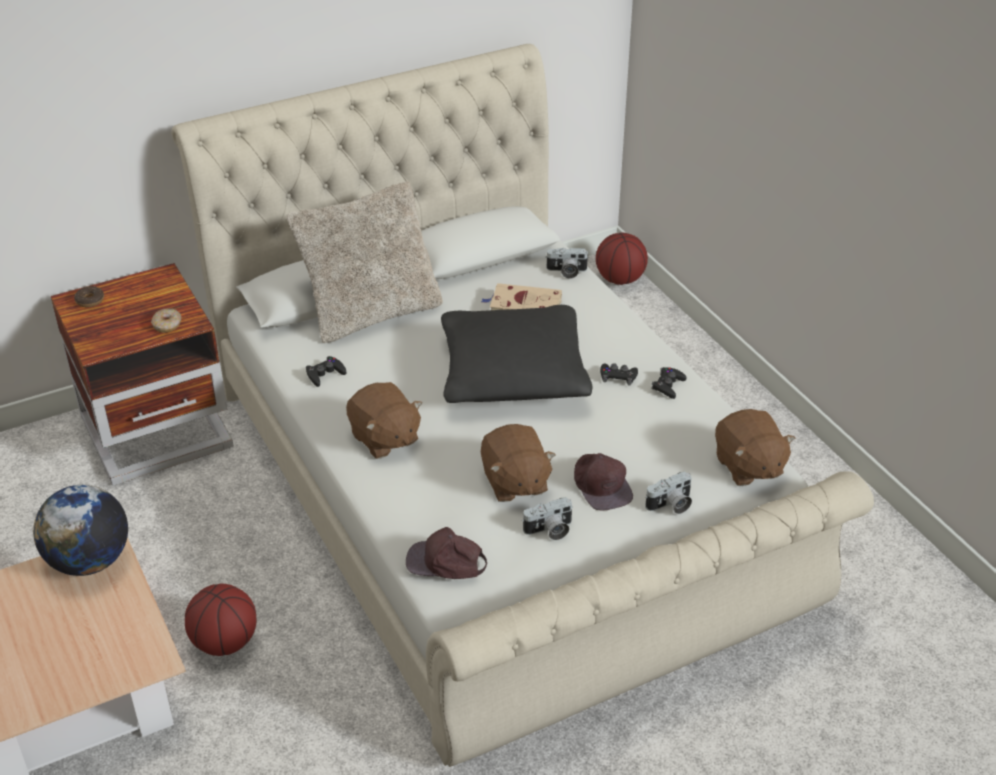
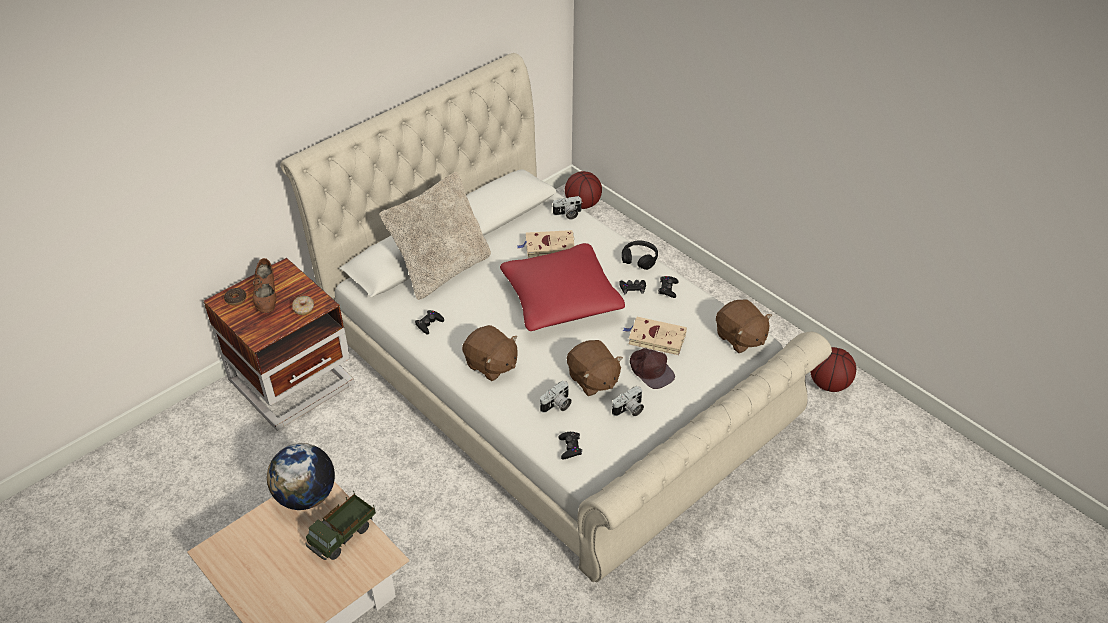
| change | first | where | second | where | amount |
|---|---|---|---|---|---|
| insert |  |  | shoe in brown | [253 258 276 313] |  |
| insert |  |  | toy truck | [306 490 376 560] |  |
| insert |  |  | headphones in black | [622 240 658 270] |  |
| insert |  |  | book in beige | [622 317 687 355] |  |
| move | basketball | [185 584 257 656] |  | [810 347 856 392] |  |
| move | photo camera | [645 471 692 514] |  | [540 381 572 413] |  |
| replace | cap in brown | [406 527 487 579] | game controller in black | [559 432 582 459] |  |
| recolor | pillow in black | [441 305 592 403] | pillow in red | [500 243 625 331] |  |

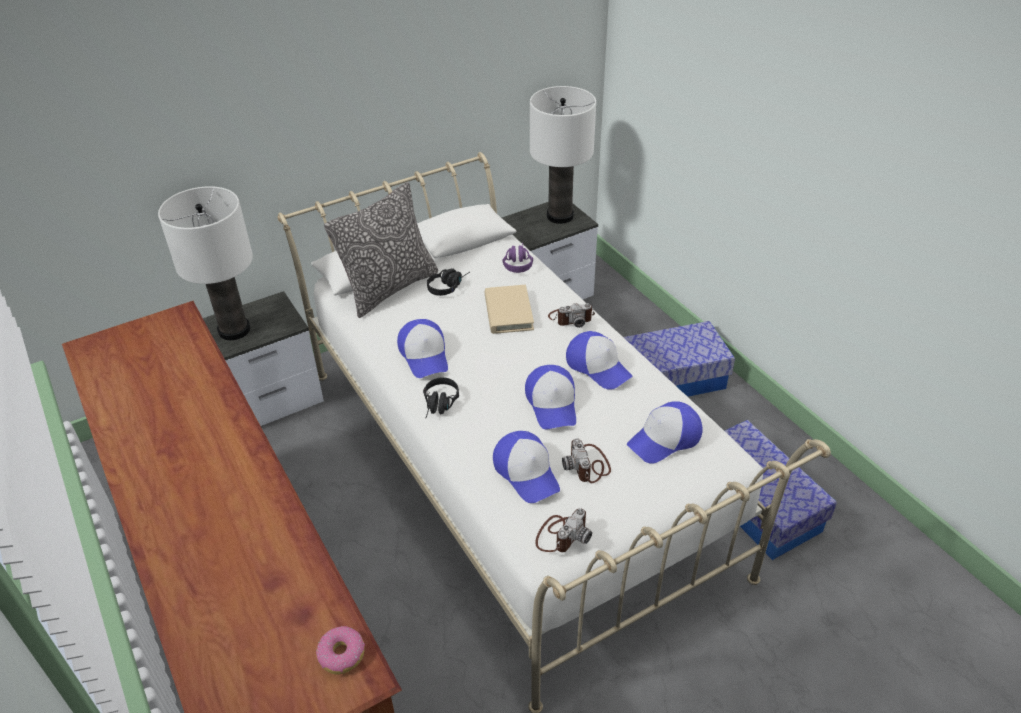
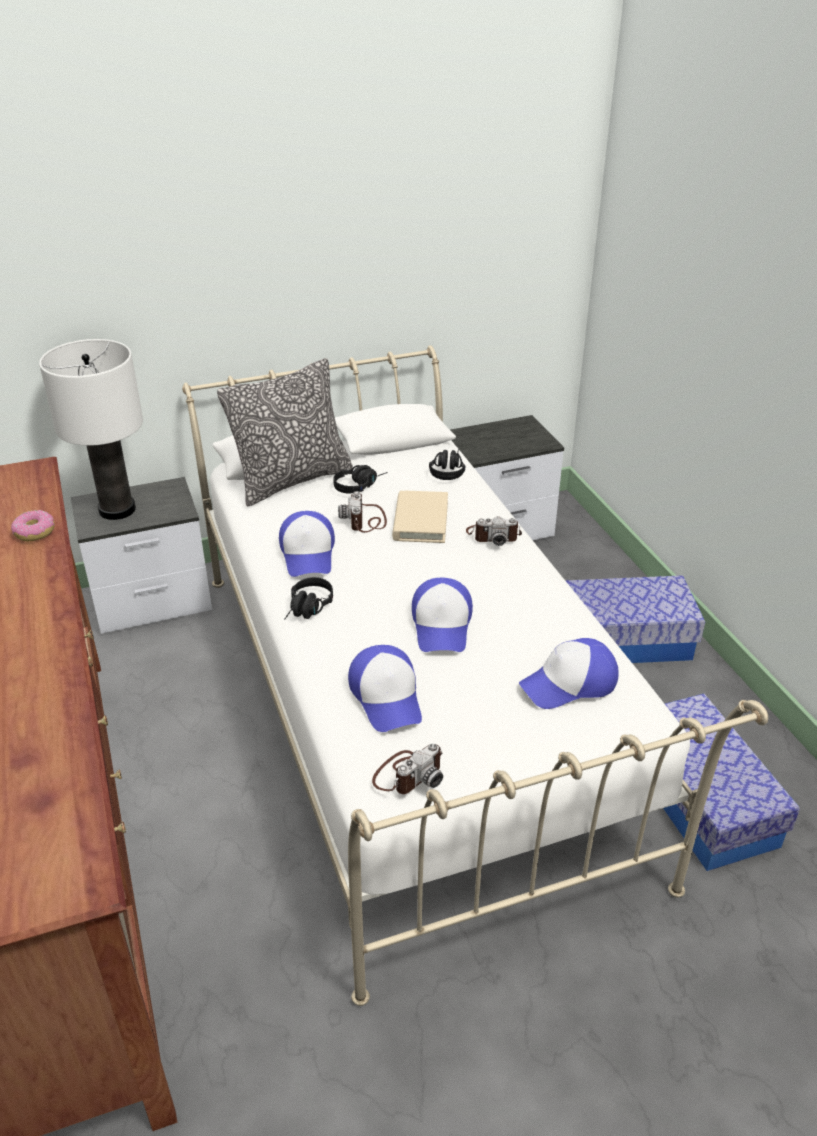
| change | first | where | second | where | amount |
|---|---|---|---|---|---|
| delete | table lamp in white | [530 86 596 224] |  |  |  |
| delete | cap | [566 331 633 390] |  |  |  |
| move | donut | [316 626 365 675] |  | [11 510 55 541] |  |
| move | photo camera | [562 438 611 483] |  | [338 491 387 533] |  |
| recolor | headphones in purple | [503 243 533 273] | headphones in black | [429 449 465 480] |  |

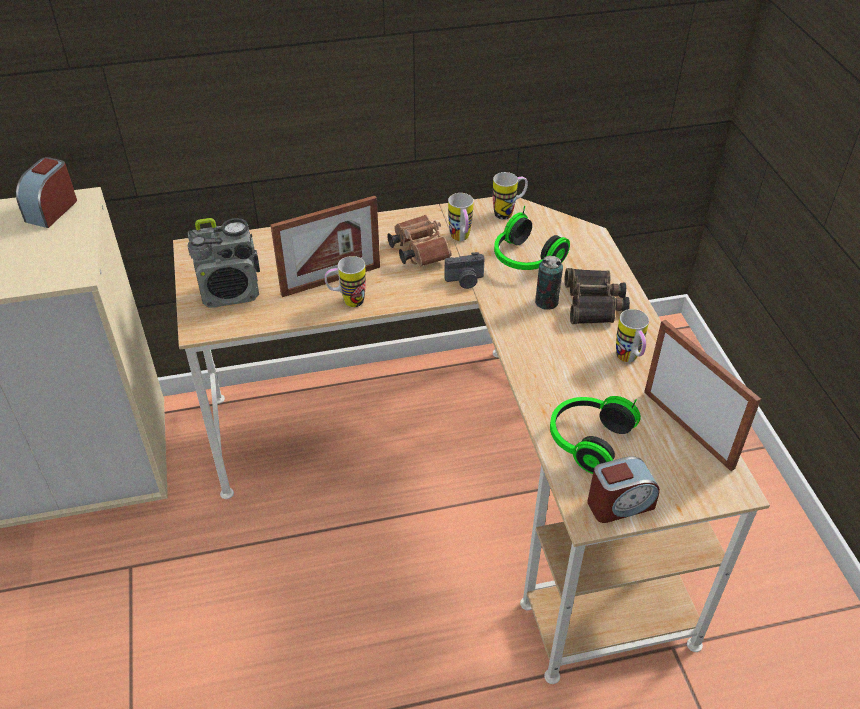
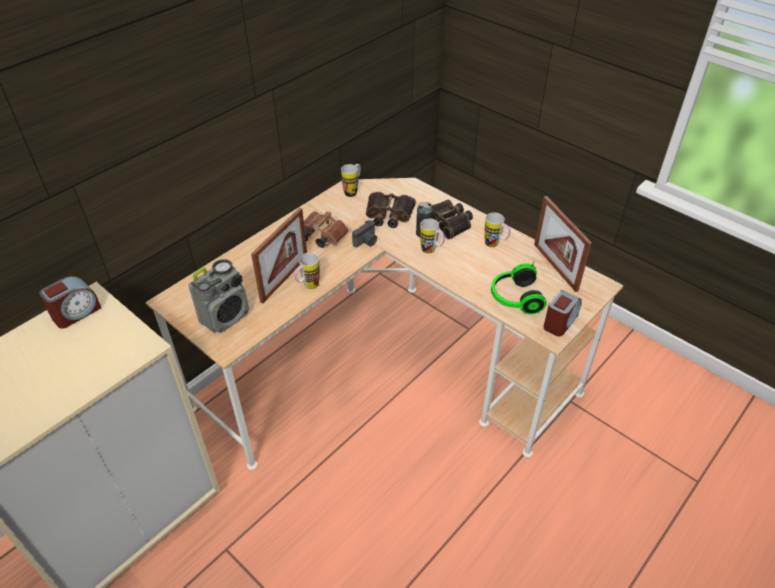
| change | first | where | second | where | amount |
|---|---|---|---|---|---|
| move | mug | [448 193 474 241] |  | [420 218 445 254] |  |
| replace | headphones | [494 206 570 270] | binoculars | [366 192 416 228] |  |
| rotate | alarm clock | [16 157 77 228] |  | [39 276 101 329] | 120 degrees counterclockwise |
| rotate | picture frame | [644 320 761 471] |  | [534 196 592 292] | 135 degrees counterclockwise |

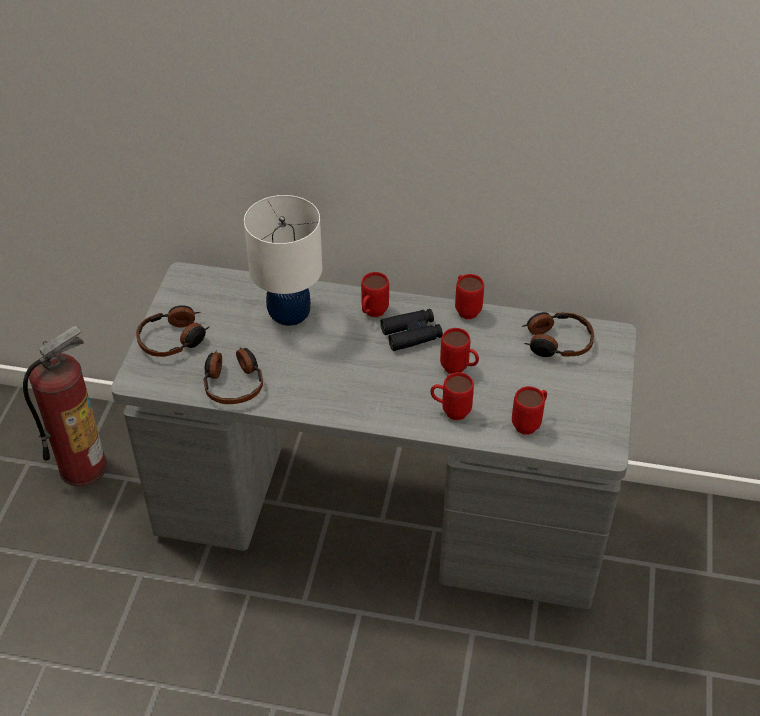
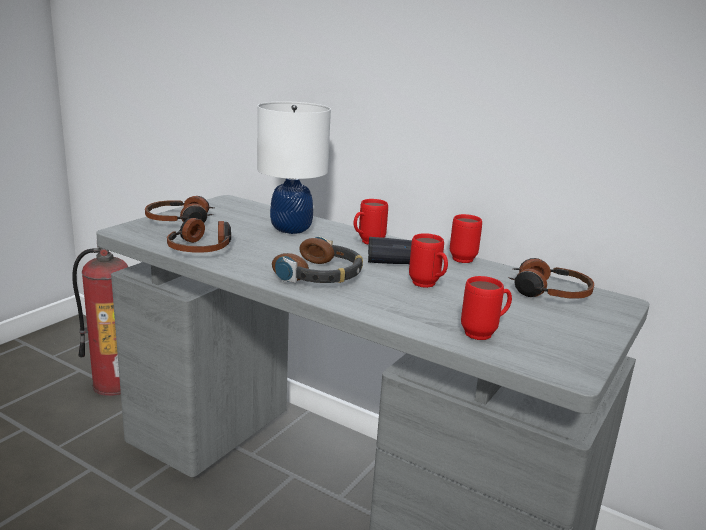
| change | first | where | second | where | amount |
|---|---|---|---|---|---|
| delete | mug in red | [430 372 474 420] |  |  |  |
| insert |  |  | headphones | [272 237 363 283] |  |

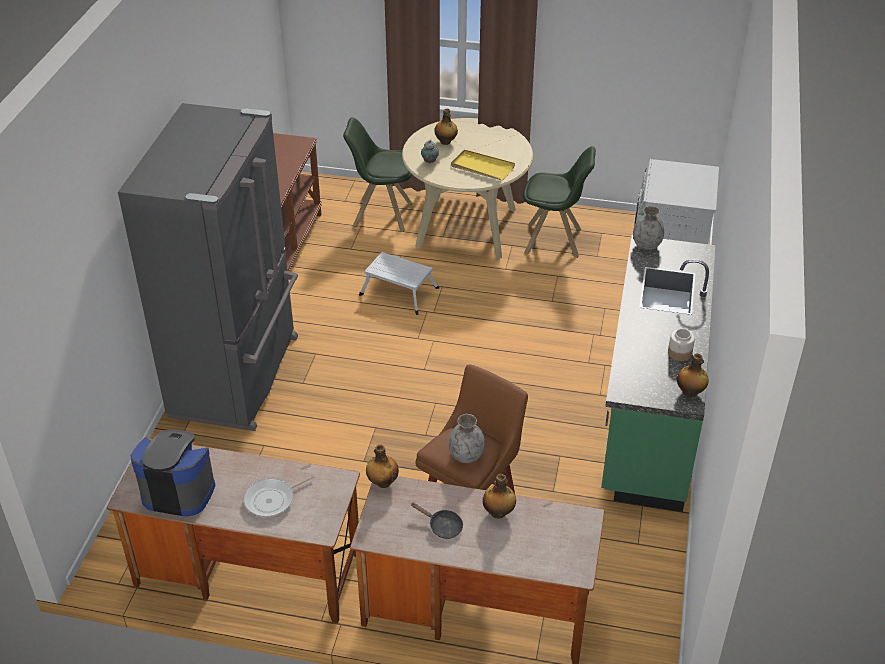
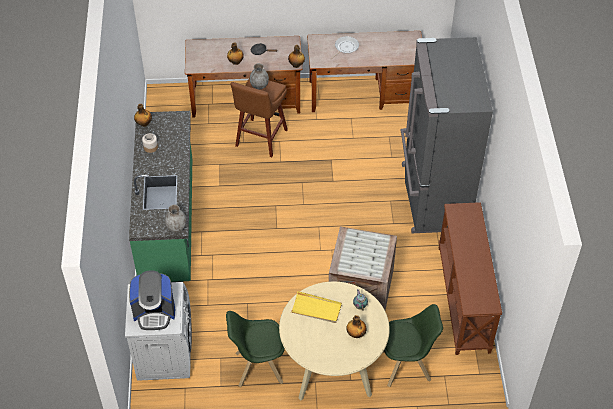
| change | first | where | second | where | amount |
|---|---|---|---|---|---|
| move | coffee machine | [130 430 216 517] |  | [129 270 175 330] |  |
| replace | step ladder in white | [359 252 439 315] | crate | [329 226 397 310] |  |

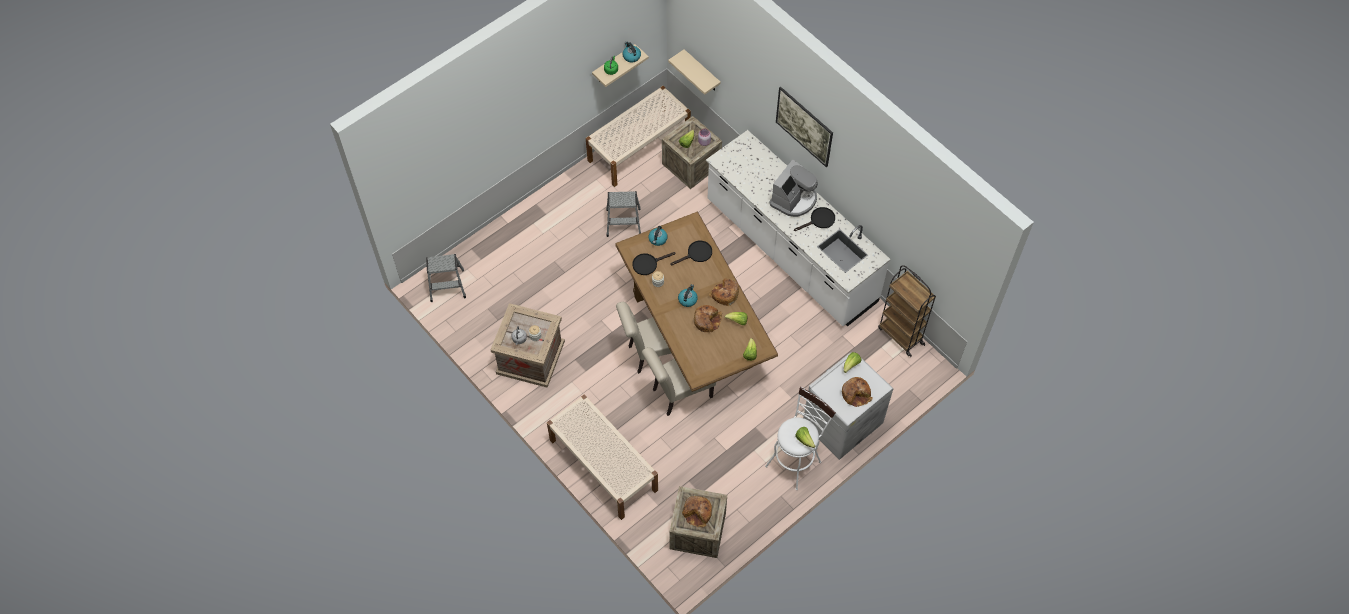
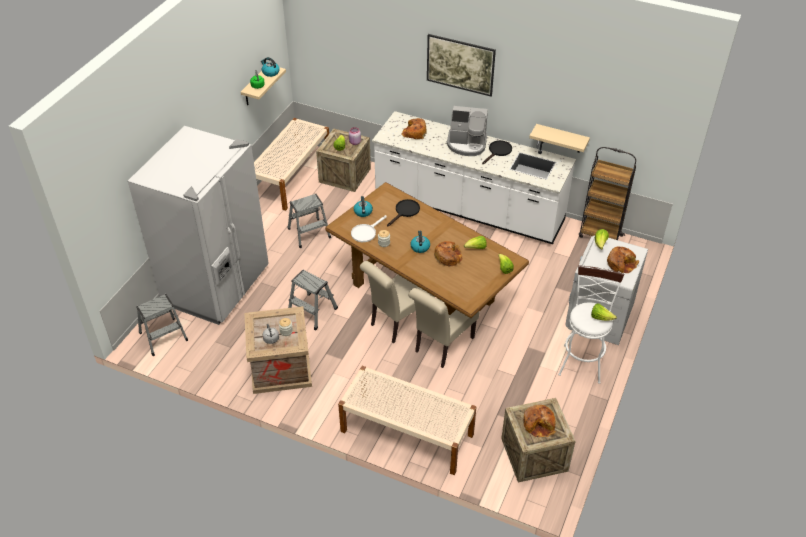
| change | first | where | second | where | amount |
|---|---|---|---|---|---|
| insert |  |  | fridge in white | [128 126 269 325] |  |
| insert |  |  | step ladder in grey | [288 269 338 330] |  |
| move | shelf in beige | [668 49 721 95] |  | [529 124 590 153] |  |
| move | bread | [709 279 739 306] |  | [401 118 427 139] |  |
| recolor | frying pan in black | [632 252 676 275] | frying pan in white | [351 215 386 242] |  |
| rotate | coffee machine | [769 159 818 217] |  | [447 106 488 156] | 90 degrees clockwise |

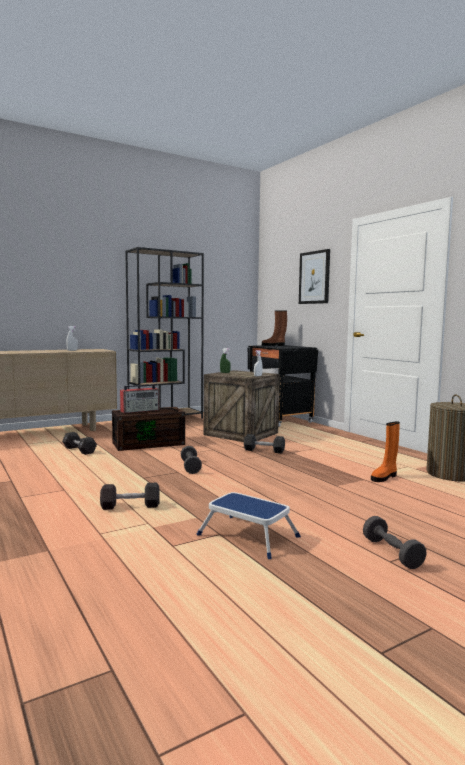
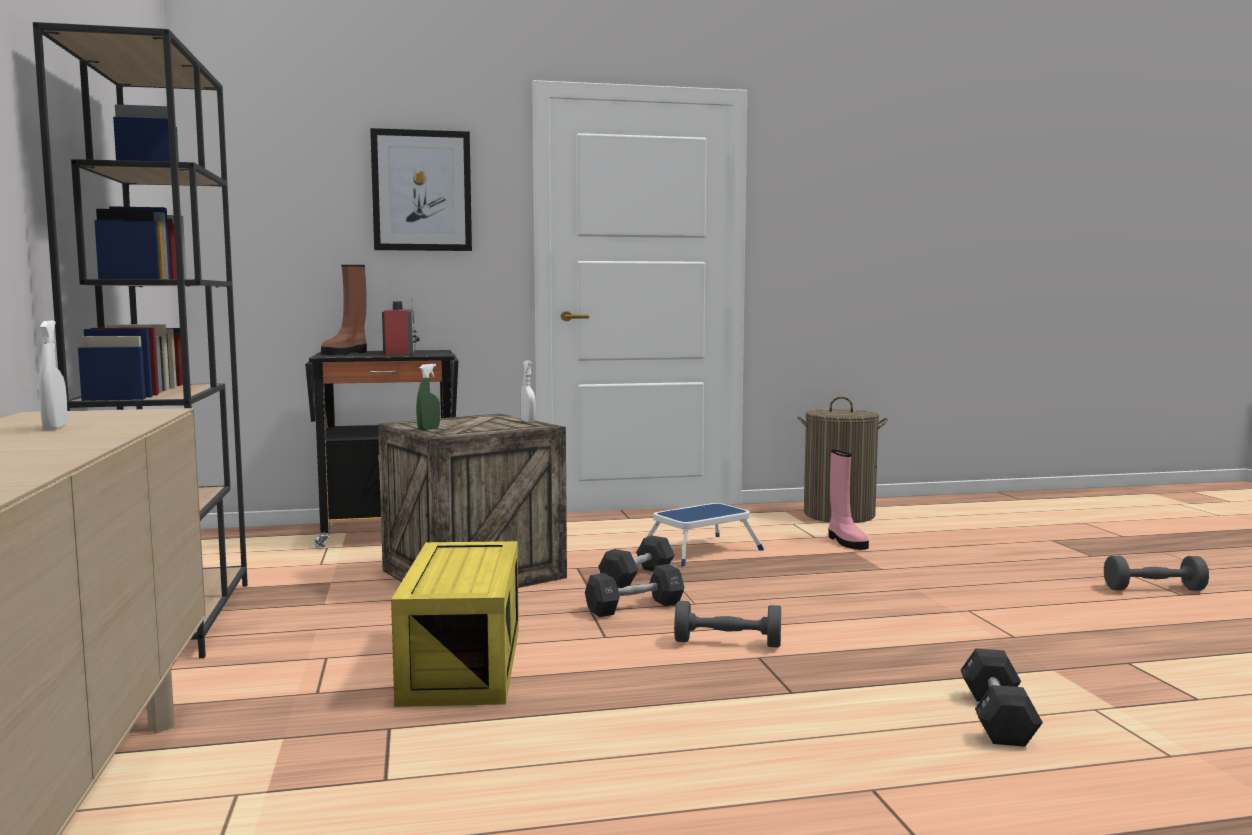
| change | first | where | second | where | amount |
|---|---|---|---|---|---|
| move | dumbbell in black | [62 432 97 455] |  | [585 564 684 617] |  |
| move | radio | [120 383 159 413] |  | [382 298 420 355] |  |
| move | step ladder in blue | [197 492 301 559] |  | [647 503 764 566] |  |
| recolor | storage box in brown | [112 407 185 451] | storage box in yellow | [391 541 519 707] |  |
| recolor | boot in orange | [371 421 400 482] | boot in pink | [829 450 869 550] |  |

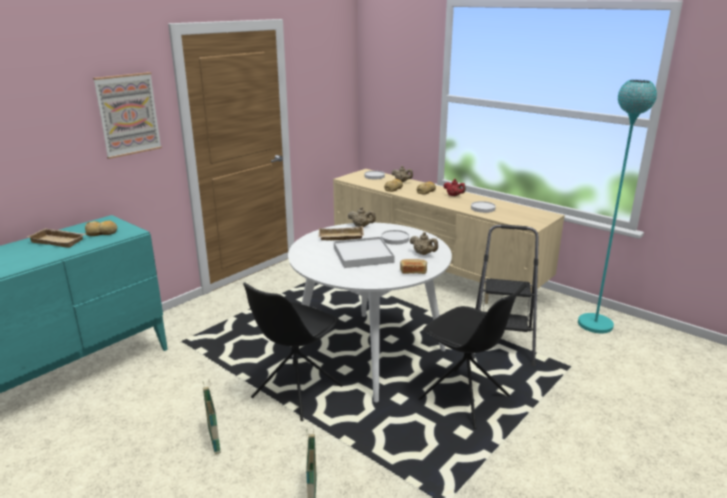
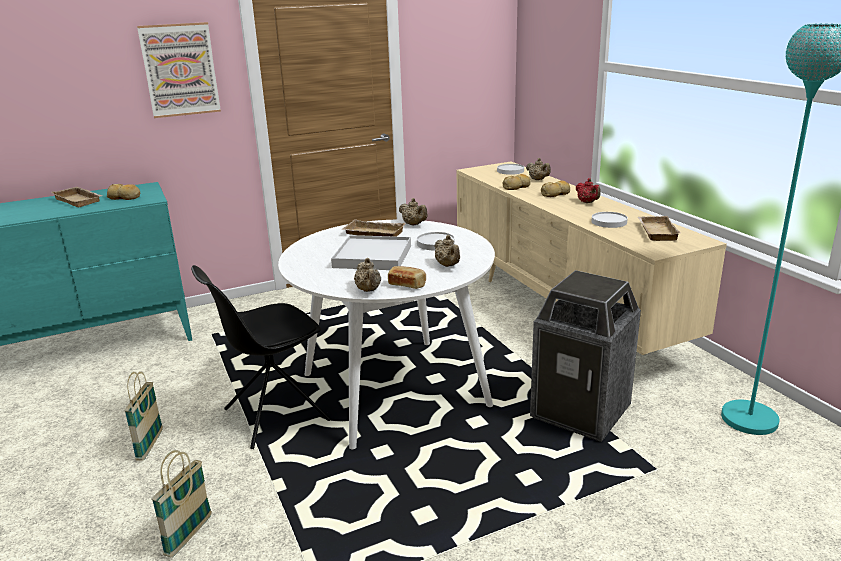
| change | first | where | second | where | amount |
|---|---|---|---|---|---|
| delete | chair in black | [418 282 527 429] |  |  |  |
| insert |  |  | teapot in beige | [354 258 381 292] |  |
| insert |  |  | tray in beige | [638 216 681 241] |  |
| replace | step ladder in black | [472 224 539 366] | trash can | [530 270 641 442] |  |

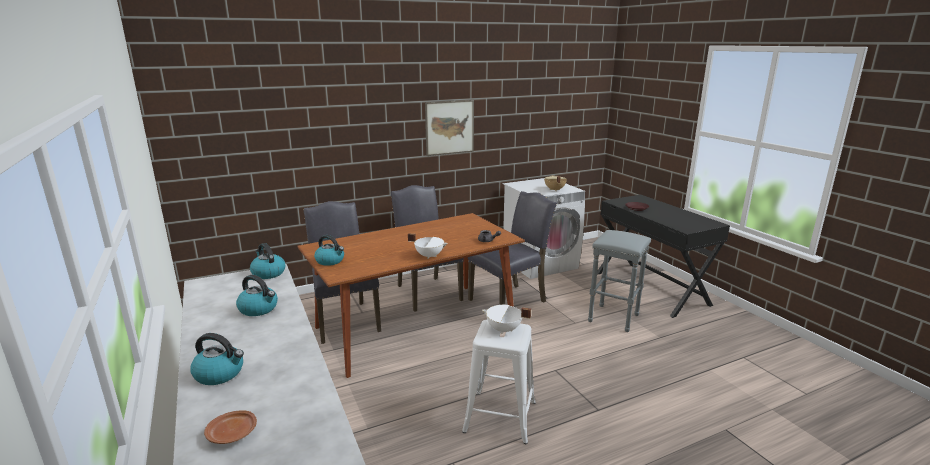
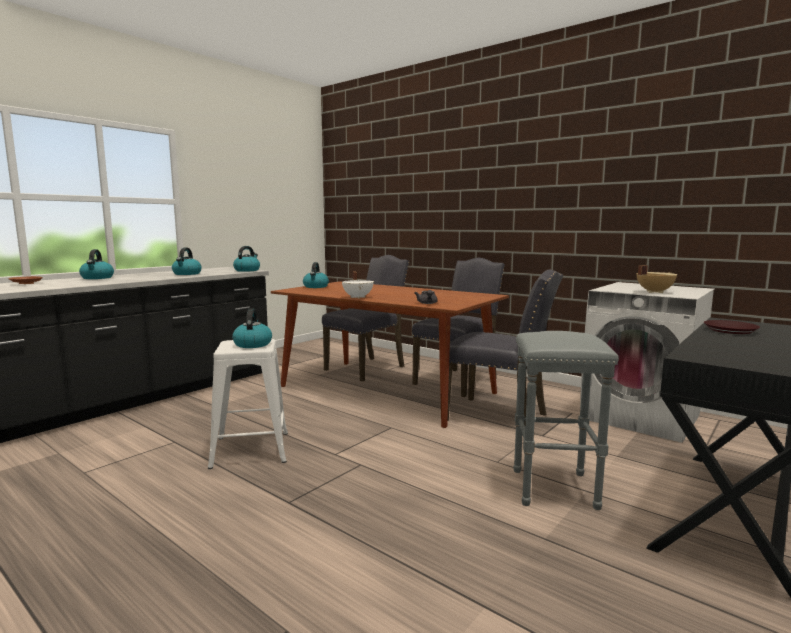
| change | first | where | second | where | amount |
|---|---|---|---|---|---|
| delete | picture | [425 100 474 156] |  |  |  |
| replace | cooking pot in white | [482 305 531 334] | kettle | [232 308 272 348] |  |

